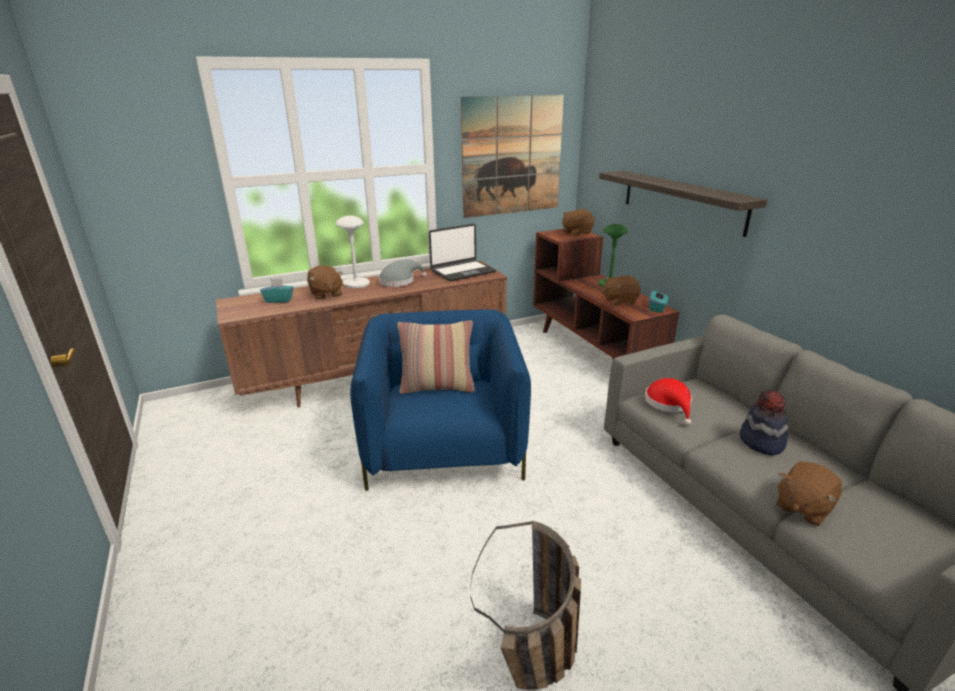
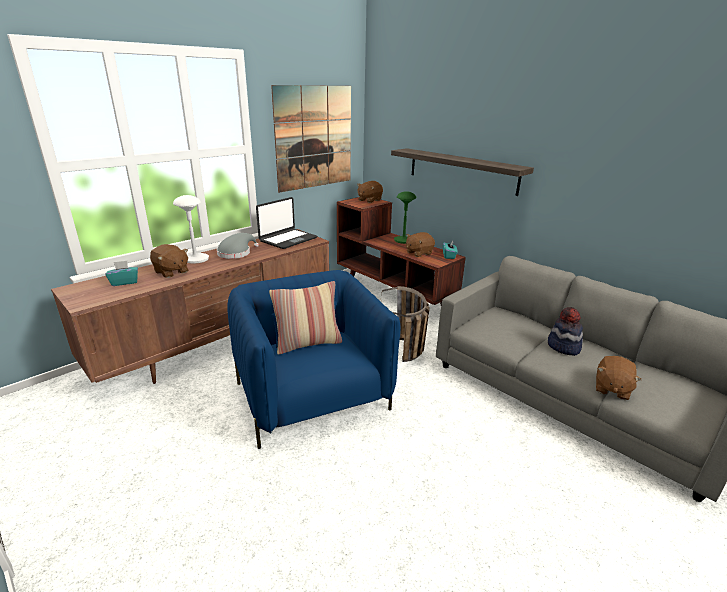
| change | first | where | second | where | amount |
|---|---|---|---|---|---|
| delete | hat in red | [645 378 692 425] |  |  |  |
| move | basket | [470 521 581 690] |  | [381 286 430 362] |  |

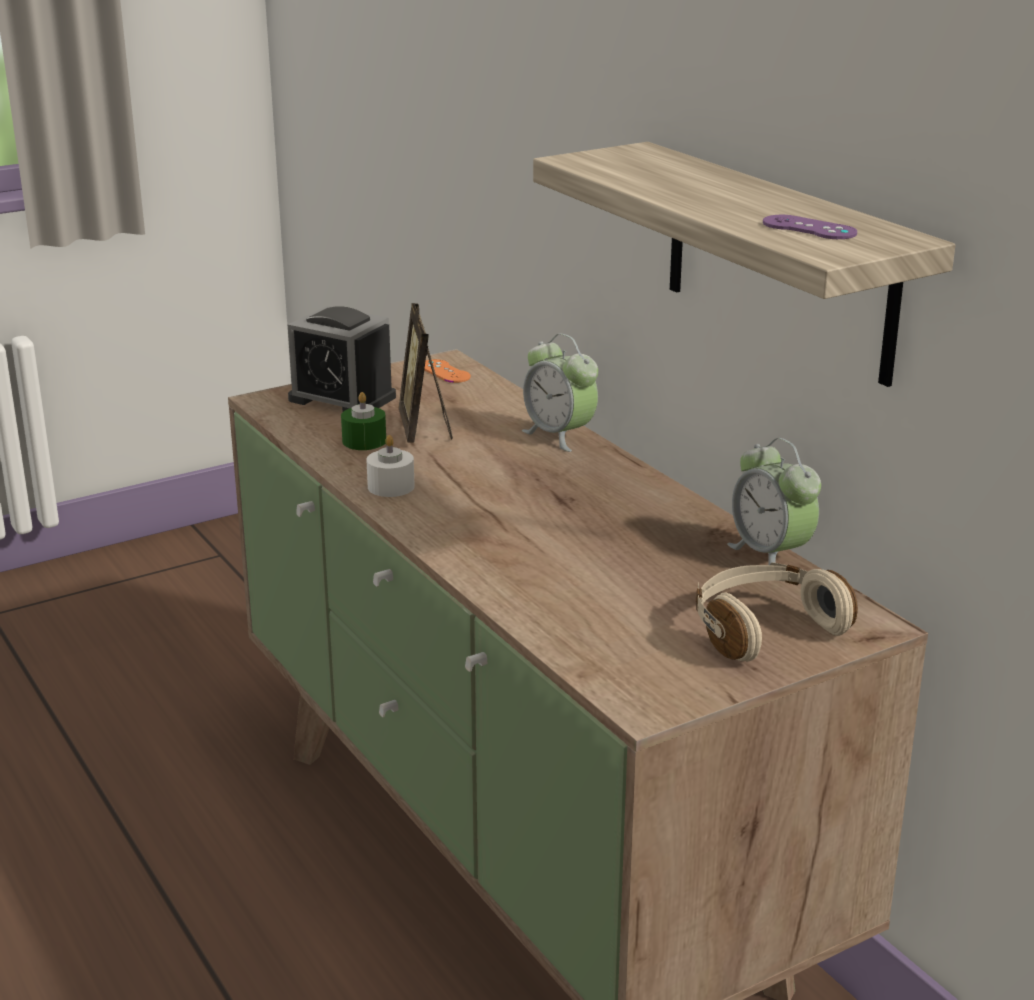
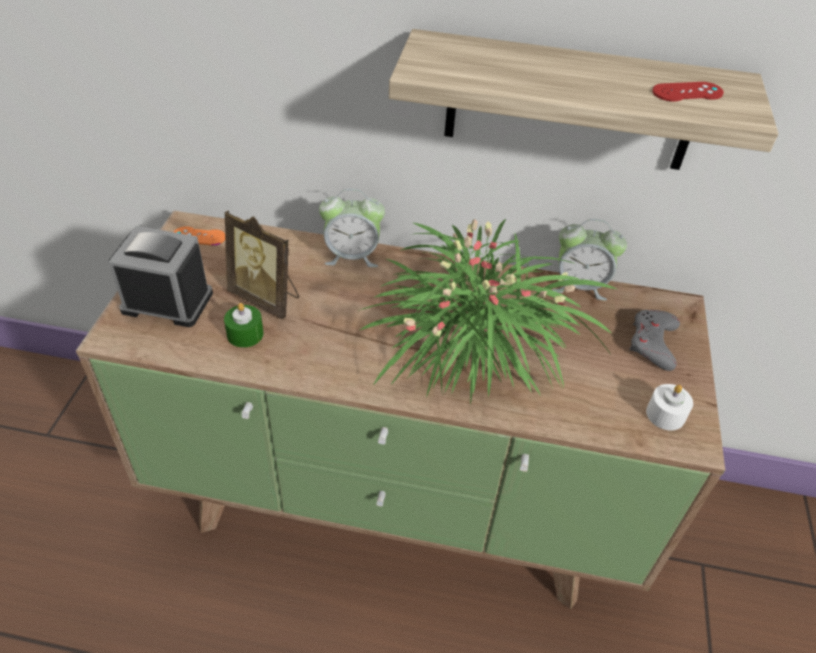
| change | first | where | second | where | amount |
|---|---|---|---|---|---|
| insert |  |  | potted plant | [358 219 616 405] |  |
| move | candle in white | [366 435 415 497] |  | [646 384 693 430] |  |
| replace | headphones in beige | [696 562 858 661] | game controller in grey | [630 310 680 371] |  |
| recolor | game controller in purple | [763 215 857 239] | game controller in red | [652 82 724 102] |  |
| rotate | alarm clock | [288 306 396 412] |  | [108 226 213 327] | 150 degrees counterclockwise |

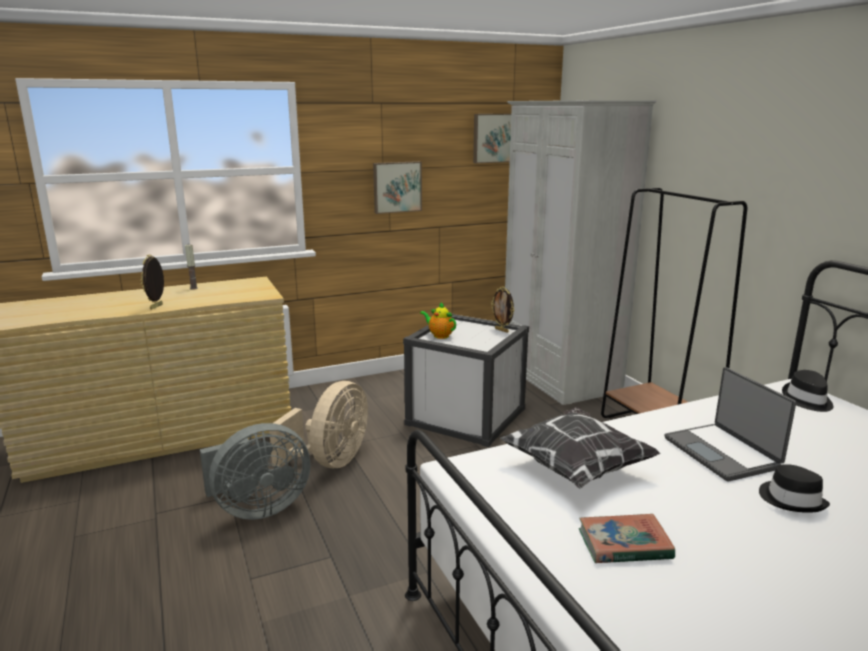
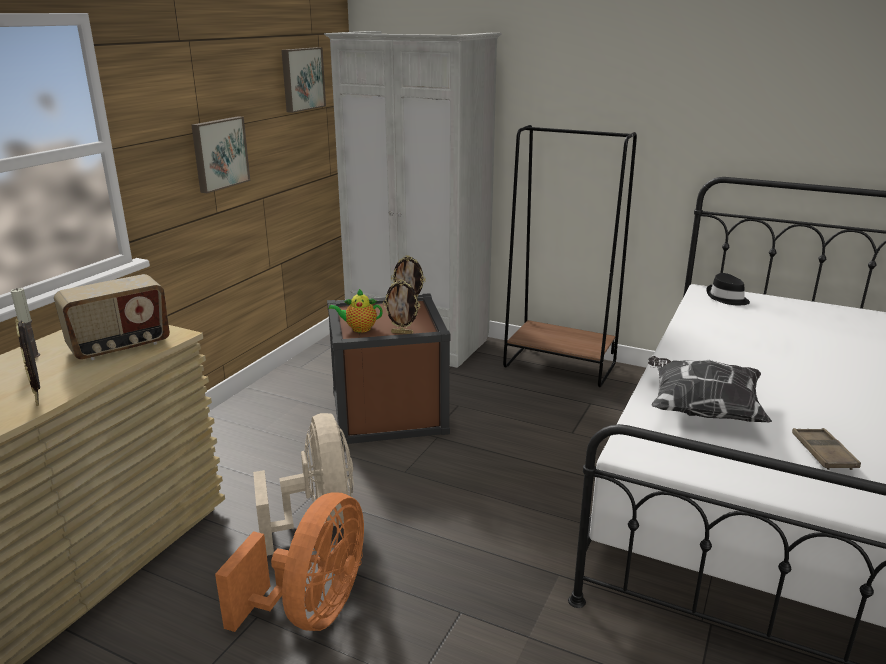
| change | first | where | second | where | amount |
|---|---|---|---|---|---|
| delete | laptop | [665 367 796 482] |  |  |  |
| delete | hat in black | [759 464 830 513] |  |  |  |
| insert |  |  | radio | [54 274 170 360] |  |
| insert |  |  | picture frame | [383 279 420 334] |  |
| replace | book | [579 514 675 563] | tray in brown | [792 428 861 470] |  |
| recolor | fan in grey | [200 423 311 520] | fan in orange | [215 492 364 632] |  |
| recolor | storage box in white | [403 313 529 447] | storage box in brown | [327 293 450 445] |  |

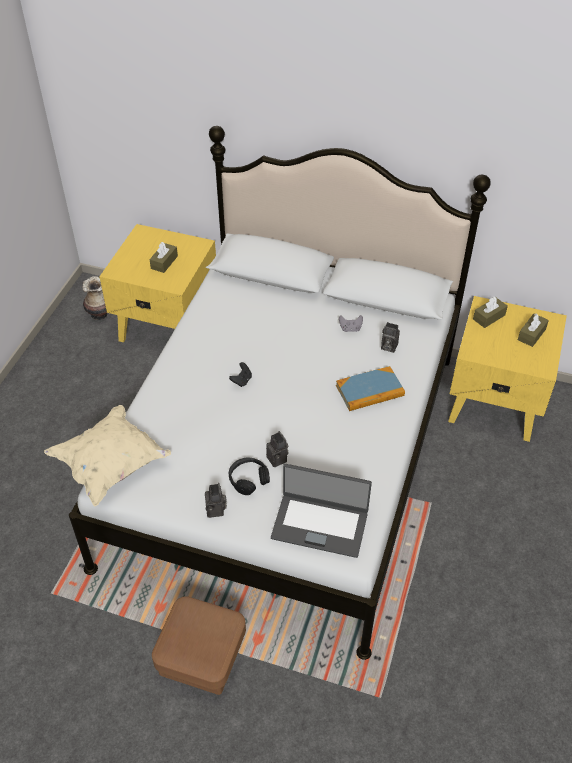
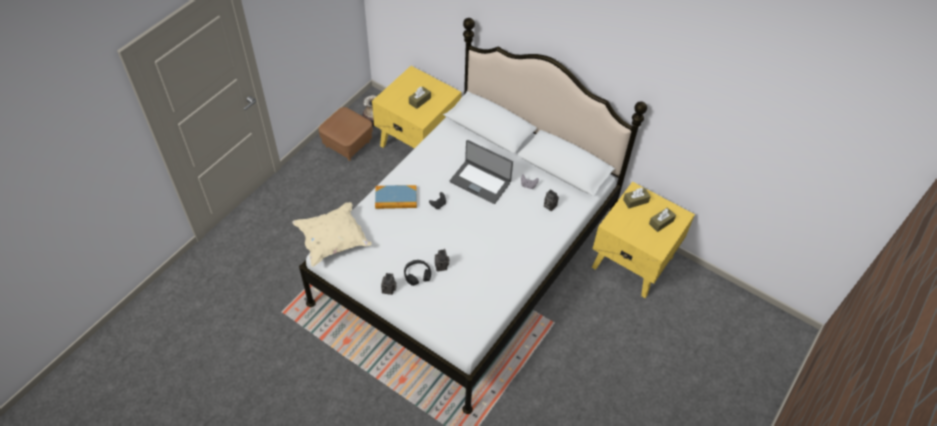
| change | first | where | second | where | amount |
|---|---|---|---|---|---|
| move | ottoman in brown | [152 596 246 695] |  | [319 107 373 161] |  |
| move | laptop | [271 464 372 558] |  | [450 140 513 204] |  |
| move | book | [336 366 405 411] |  | [375 185 417 209] |  |

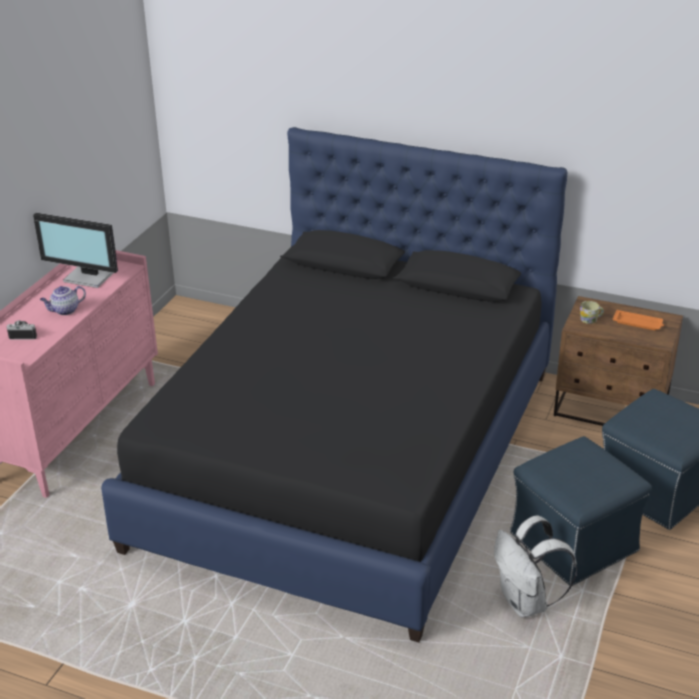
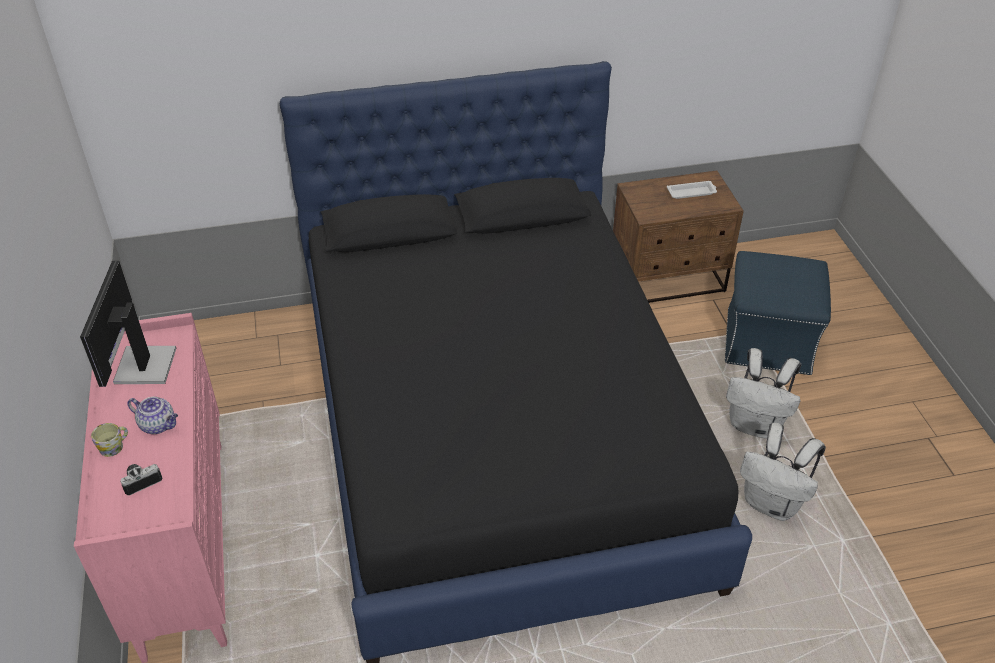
| change | first | where | second | where | amount |
|---|---|---|---|---|---|
| move | mug | [580 301 604 324] |  | [91 423 128 457] |  |
| replace | ottoman in blue | [510 436 652 586] | backpack in white | [726 348 802 439] |  |
| recolor | tray in orange | [613 310 664 330] | tray in white | [667 181 717 199] |  |
| rotate | monitor | [33 213 118 288] |  | [80 261 176 387] | 105 degrees clockwise |
| rotate | teapot | [40 286 86 315] |  | [127 397 178 434] | 90 degrees counterclockwise |

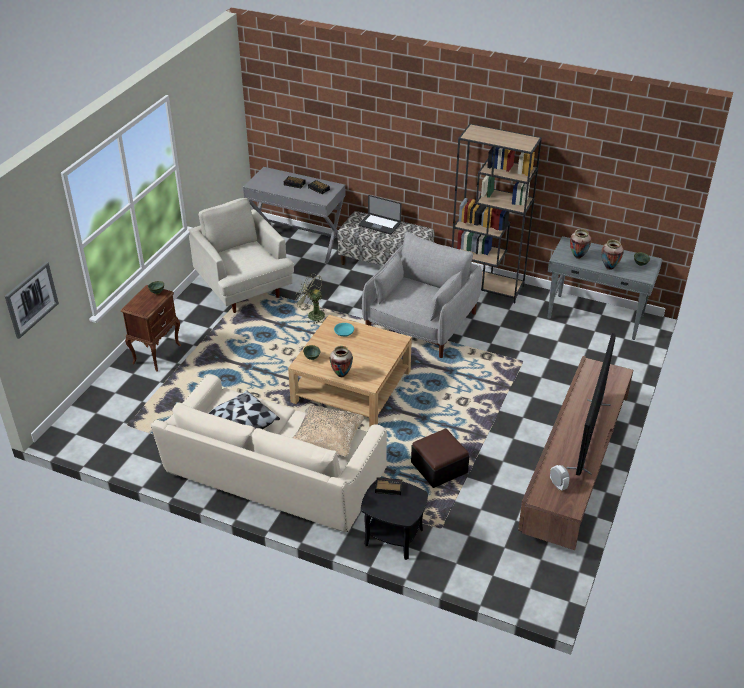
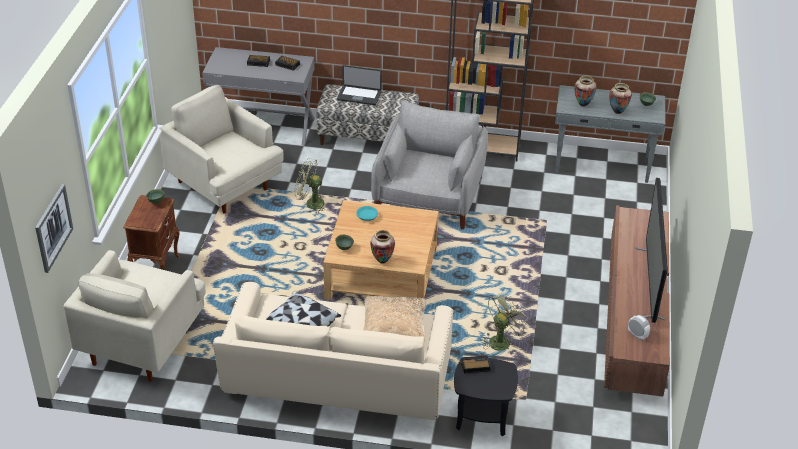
| change | first | where | second | where | amount |
|---|---|---|---|---|---|
| insert |  |  | armchair in beige | [63 250 206 381] |  |
| replace | ottoman | [411 429 469 488] | fan in green | [482 292 529 351] |  |

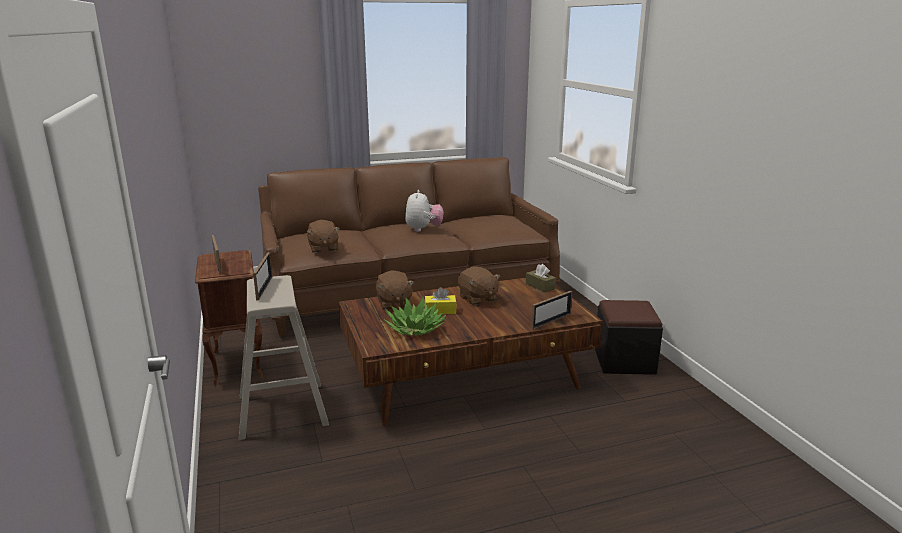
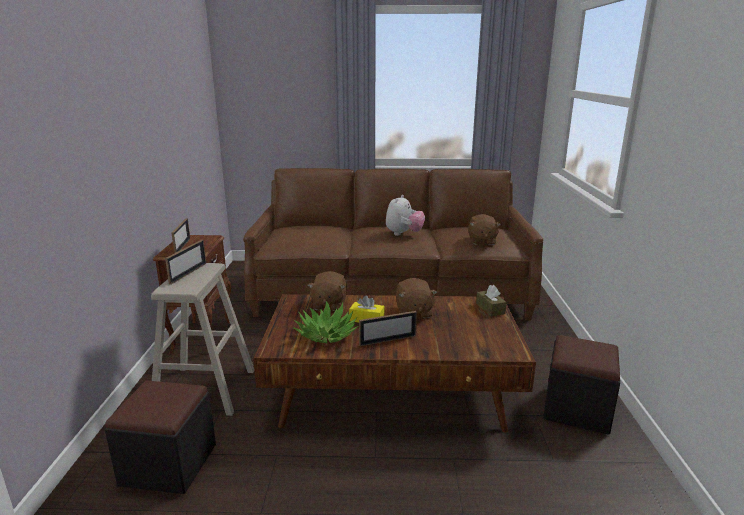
| change | first | where | second | where | amount |
|---|---|---|---|---|---|
| insert |  |  | ottoman in black | [105 381 216 494] |  |
| move | plush toy in brown | [307 220 340 253] |  | [469 214 501 245] |  |
| move | picture frame | [531 291 572 329] |  | [359 311 417 346] |  |

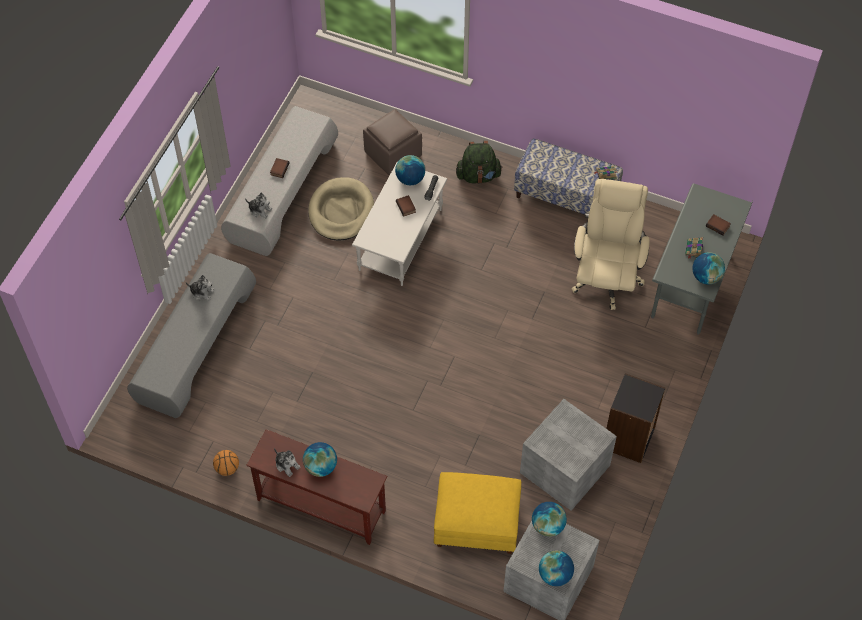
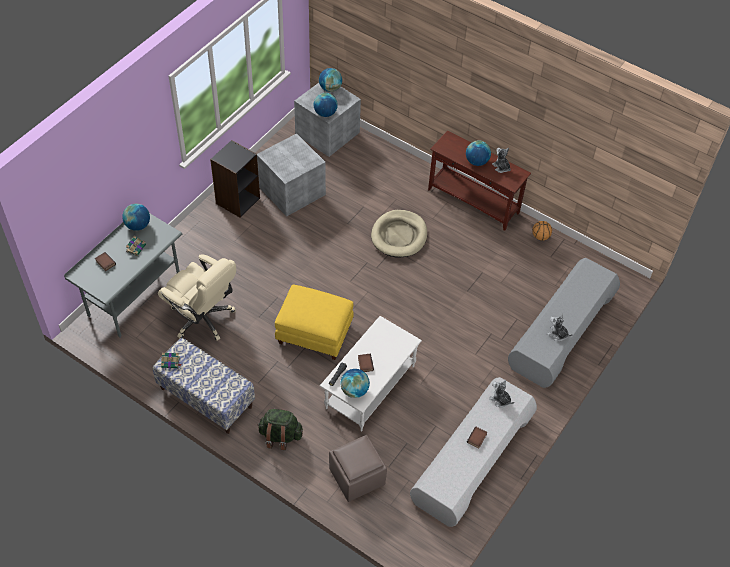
| change | first | where | second | where | amount |
|---|---|---|---|---|---|
| move | dog bed in beige | [308 177 374 241] |  | [371 210 427 257] |  |
| move | ottoman in yellow | [434 472 521 554] |  | [275 284 354 360] |  |
| rotate | office chair in beige | [572 179 650 310] |  | [158 254 236 341] | 75 degrees counterclockwise |

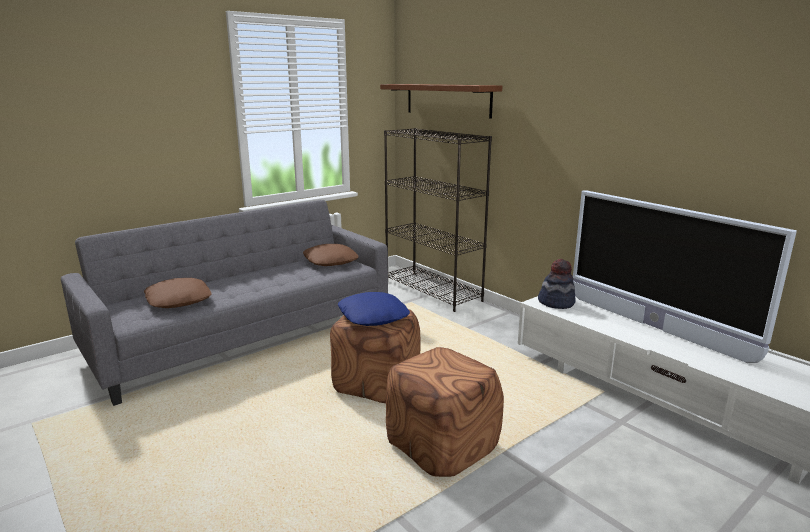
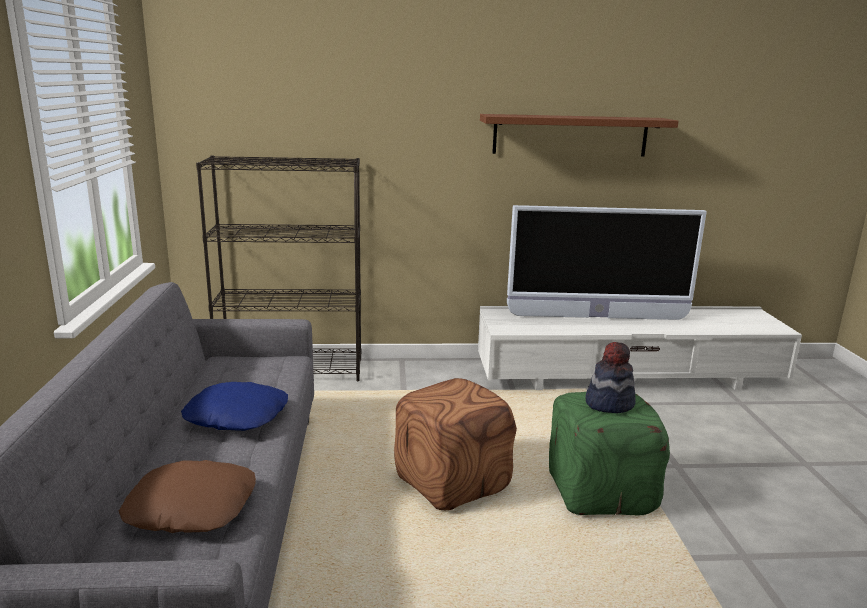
| change | first | where | second | where | amount |
|---|---|---|---|---|---|
| delete | pillow in brown | [303 244 359 266] |  |  |  |
| move | pillow in blue | [338 292 410 326] |  | [181 382 288 431] |  |
| move | shelf in brown | [380 84 502 119] |  | [480 114 679 156] |  |
| move | hat | [538 259 576 309] |  | [585 342 636 413] |  |
| recolor | ottoman in brown | [386 347 504 477] | ottoman in green | [549 392 670 516] |  |

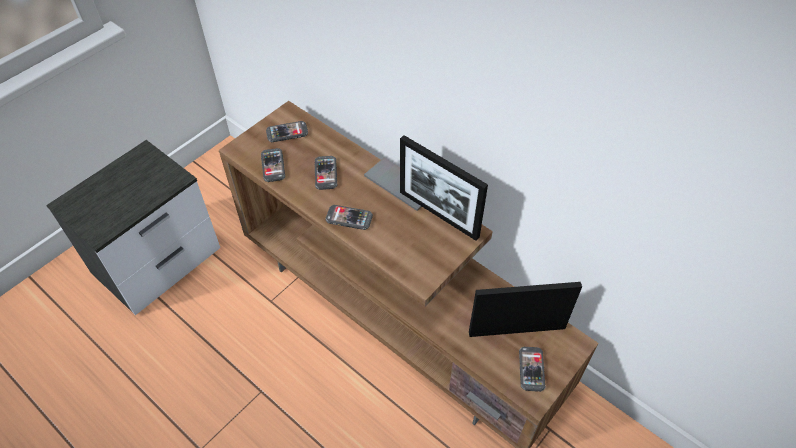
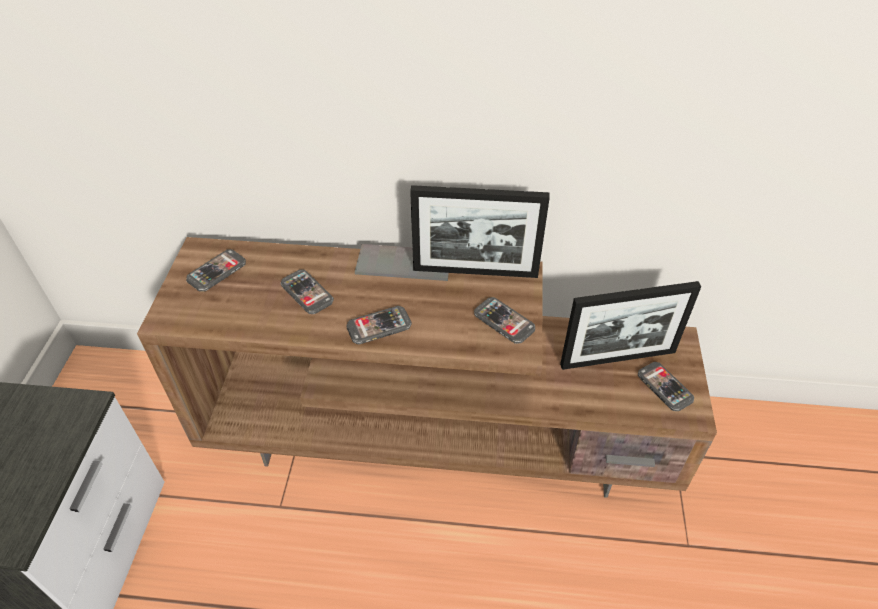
| change | first | where | second | where | amount |
|---|---|---|---|---|---|
| move | phone | [261 148 285 182] |  | [474 297 535 344] |  |
| rotate | picture frame | [469 282 582 337] |  | [560 281 701 370] | 150 degrees counterclockwise |

